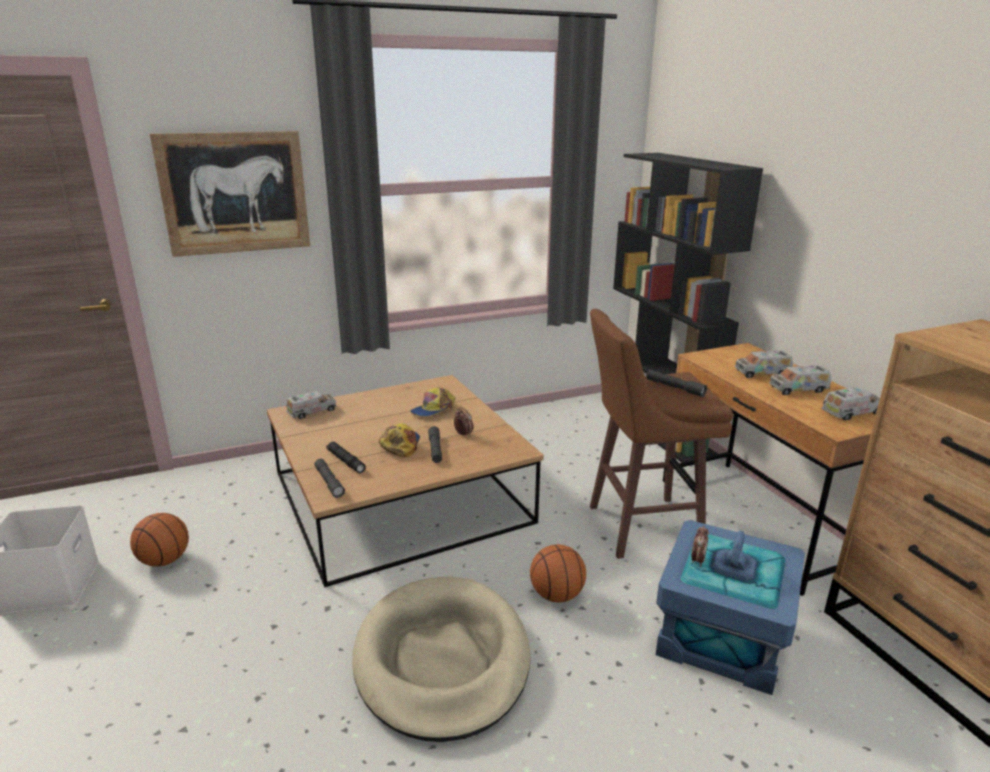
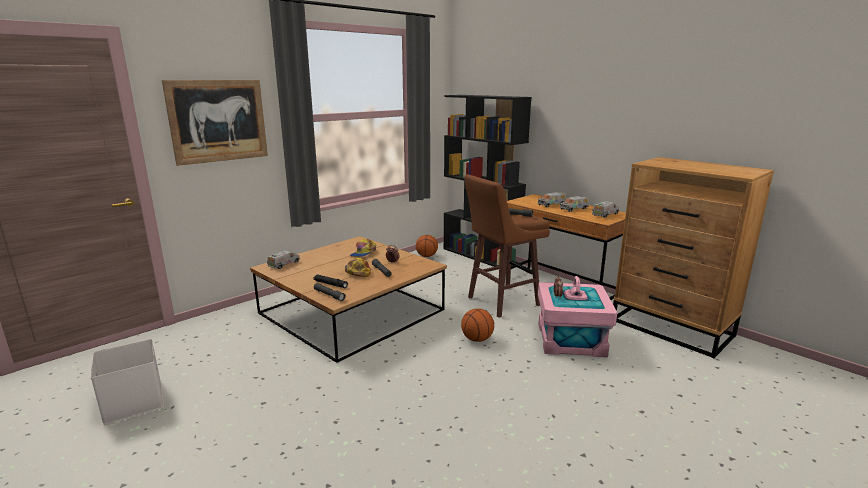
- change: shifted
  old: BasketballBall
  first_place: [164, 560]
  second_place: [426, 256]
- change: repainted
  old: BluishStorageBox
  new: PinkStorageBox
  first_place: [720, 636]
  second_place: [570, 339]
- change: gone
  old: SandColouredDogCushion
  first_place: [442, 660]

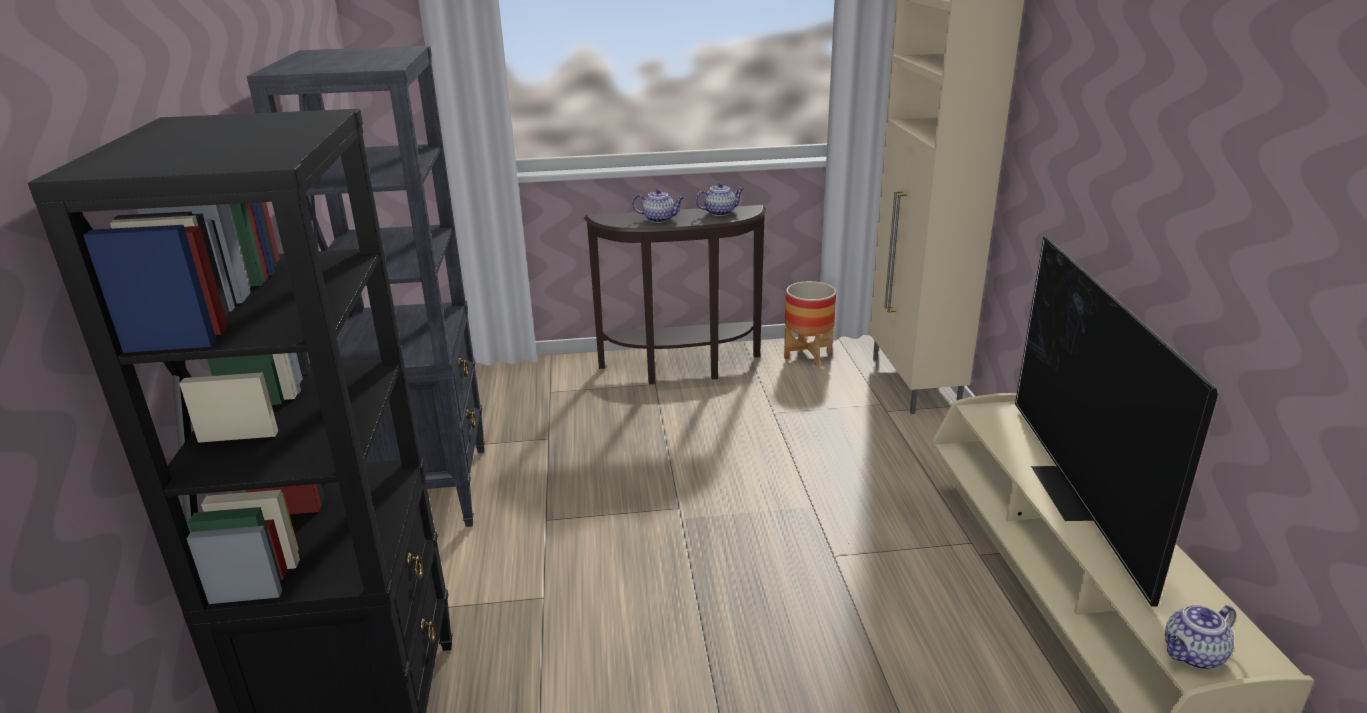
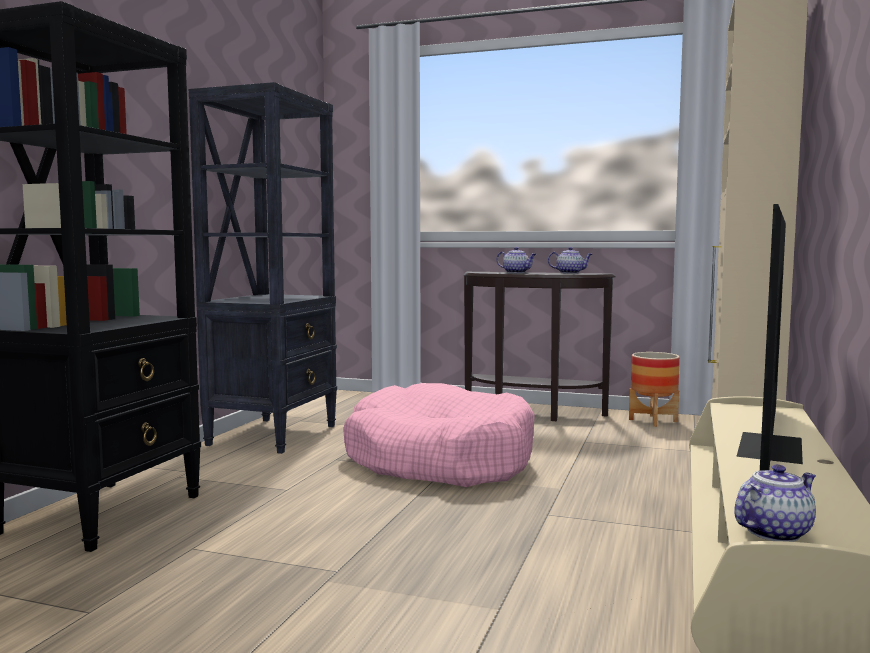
- change: new
  new: PinkDogCushion
  second_place: [439, 460]
- change: rotated
  old: TeaPot
  first_place: [1193, 655]
  second_place: [774, 532]
  degrees: 150

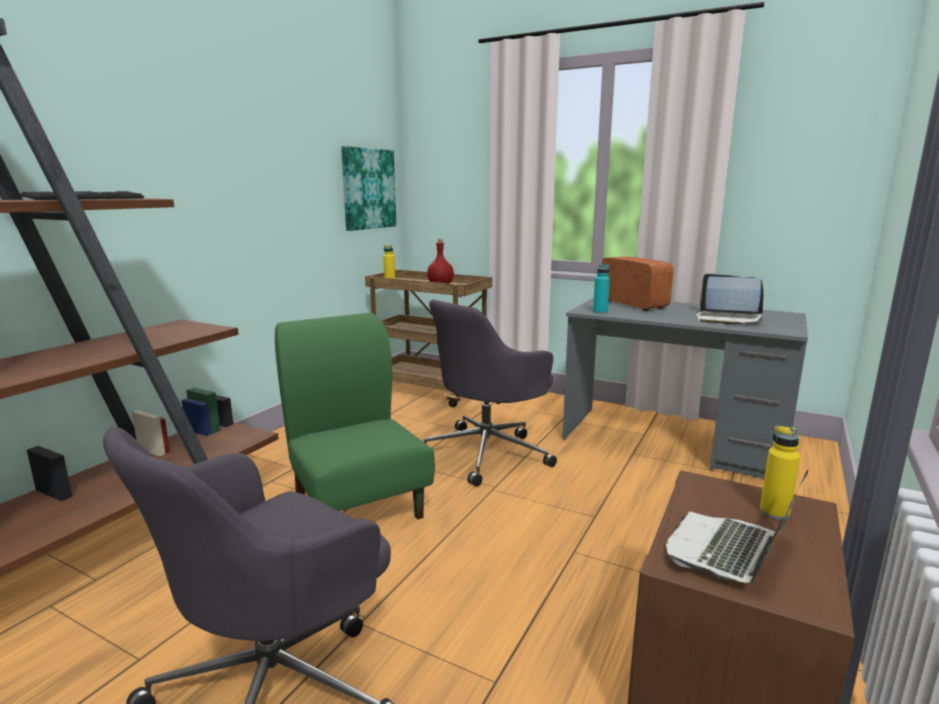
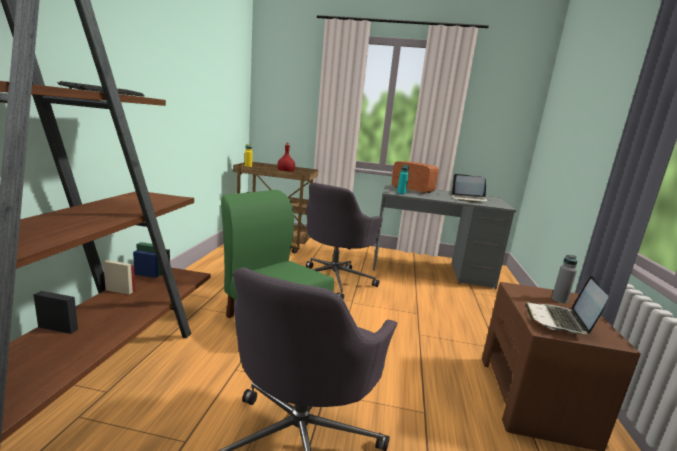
- change: repainted
  old: YellowBottle
  new: GreyBottle
  first_place: [774, 512]
  second_place: [559, 300]
- change: gone
  old: WallPicture
  first_place: [368, 189]

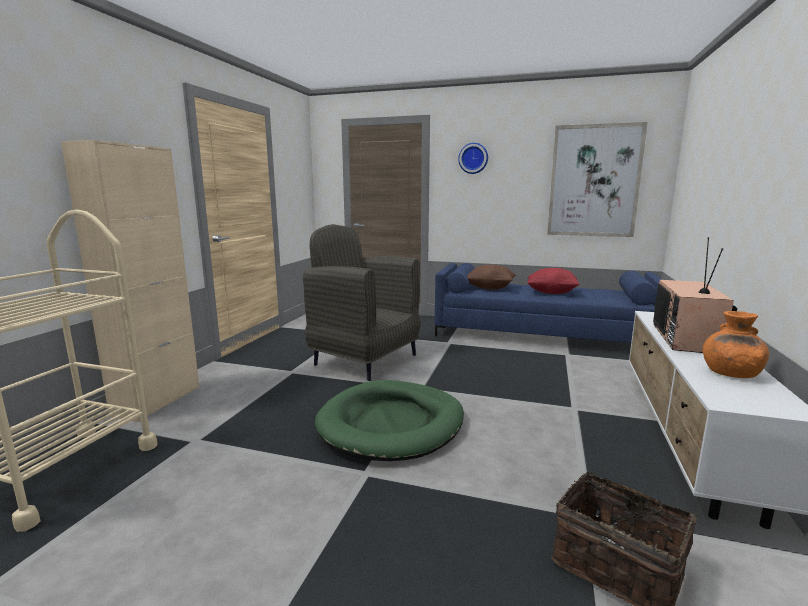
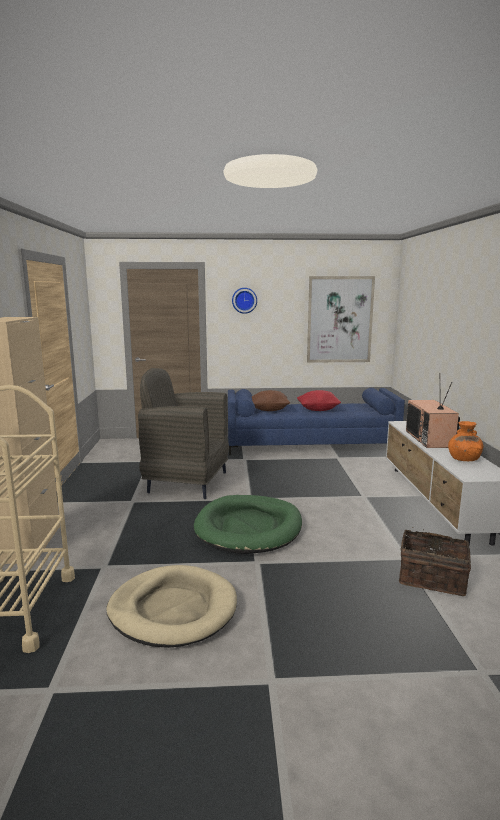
- change: new
  new: SandColouredDogCushion
  second_place: [173, 609]

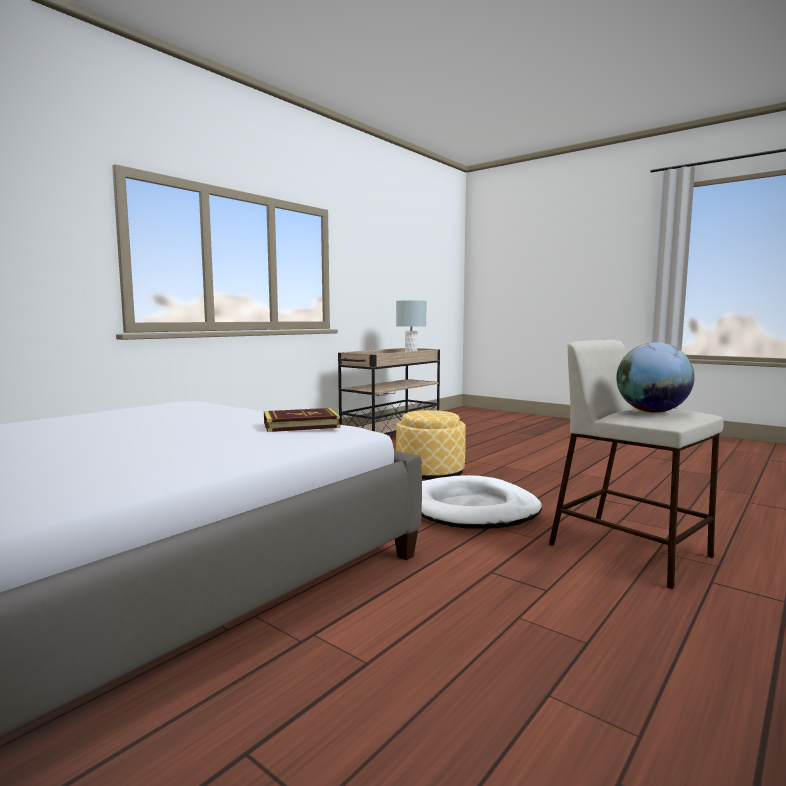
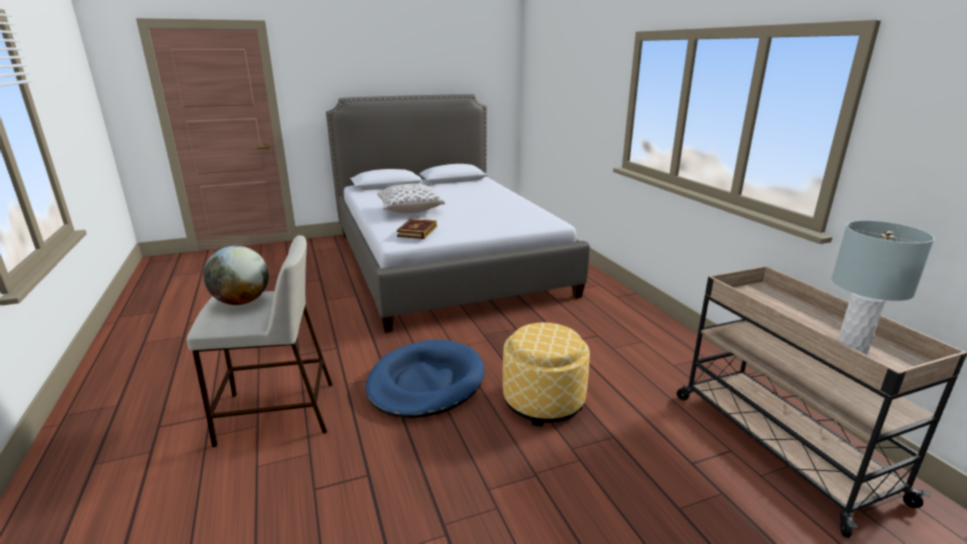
- change: repainted
  old: WhitishDogCushion
  new: BluishDogCushion
  first_place: [472, 509]
  second_place: [426, 382]
- change: new
  new: Pillow
  second_place: [410, 210]

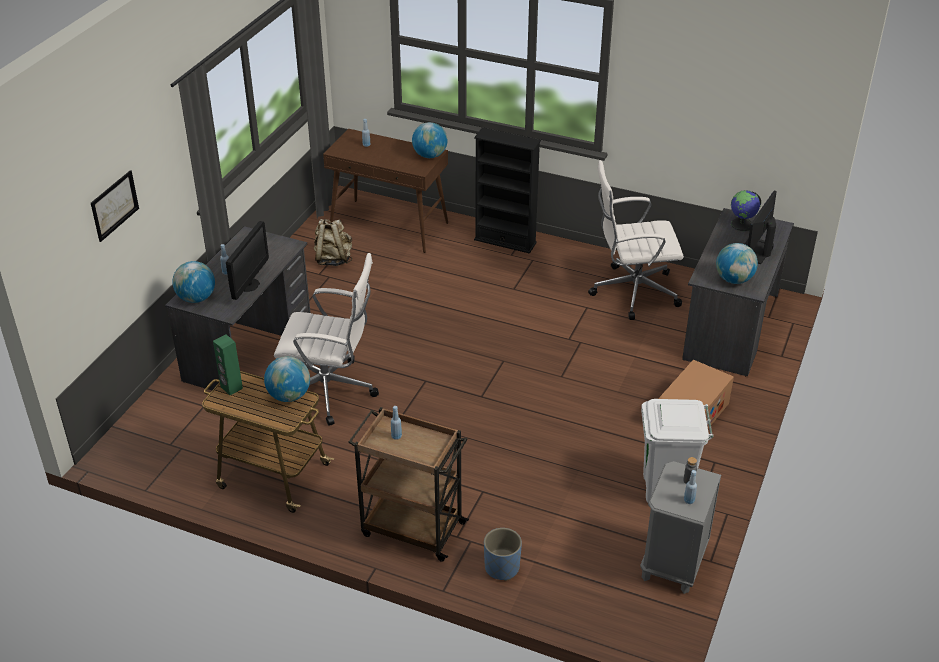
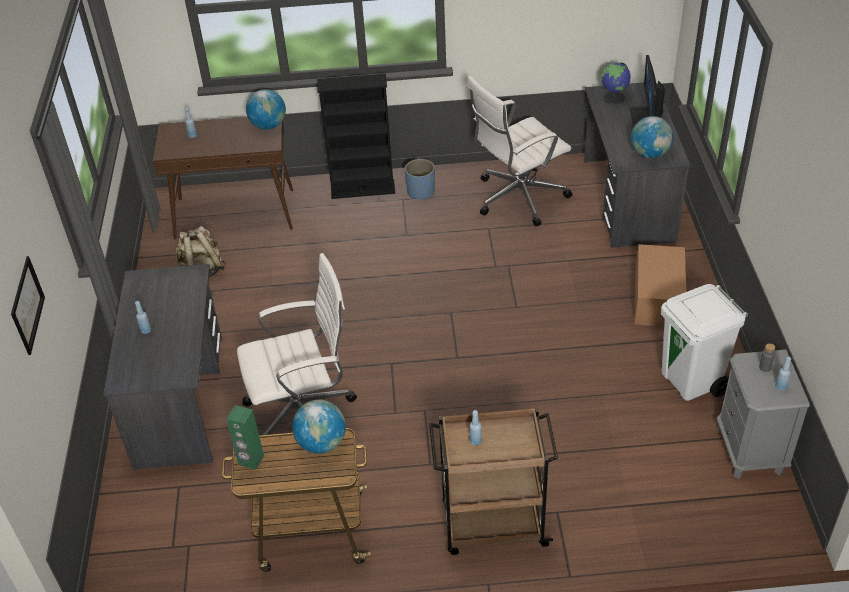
- change: shifted
  old: BluishFlowerPot
  first_place: [502, 567]
  second_place: [421, 192]
- change: gone
  old: WorldGlobe
  first_place: [196, 298]
- change: gone
  old: Monitor
  first_place: [249, 285]

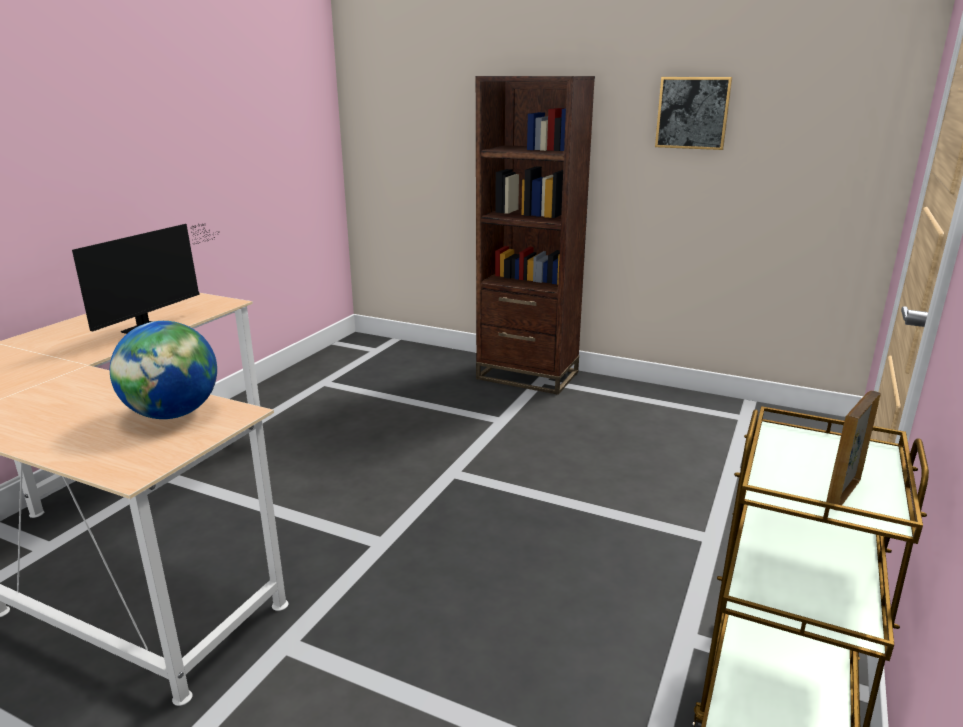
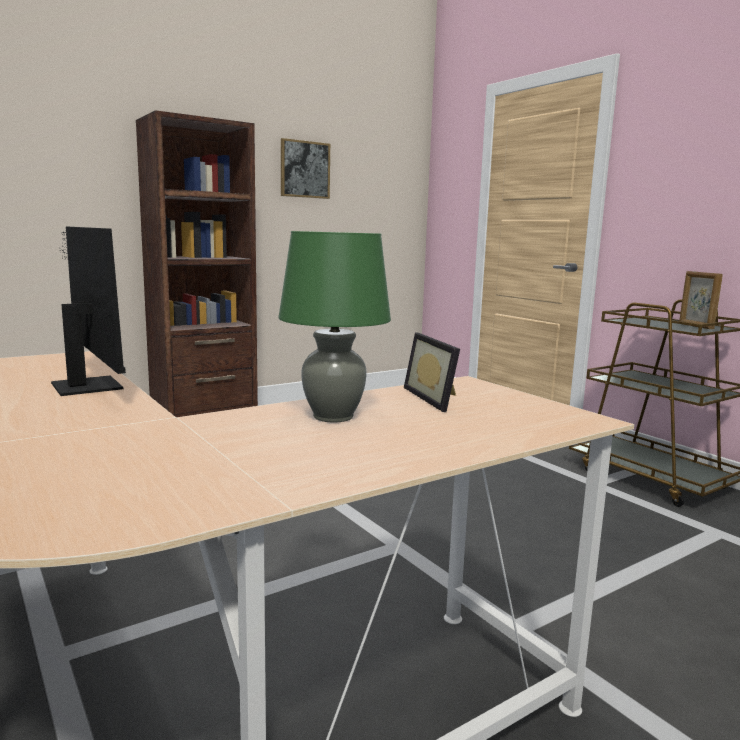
- change: new
  new: GreenishTabletopLamp
  second_place: [334, 416]
- change: swapped
  old: WorldGlobe
  new: PhotoFrame
  first_place: [173, 414]
  second_place: [437, 398]

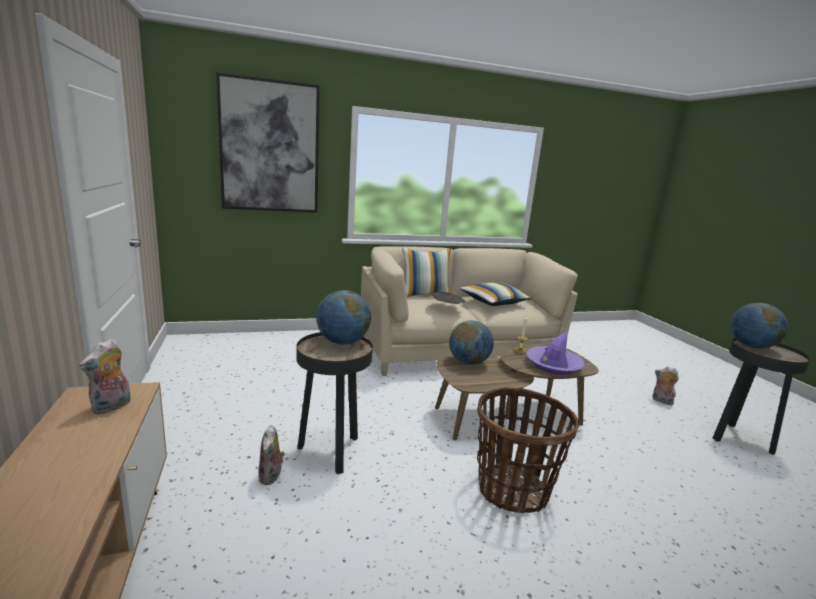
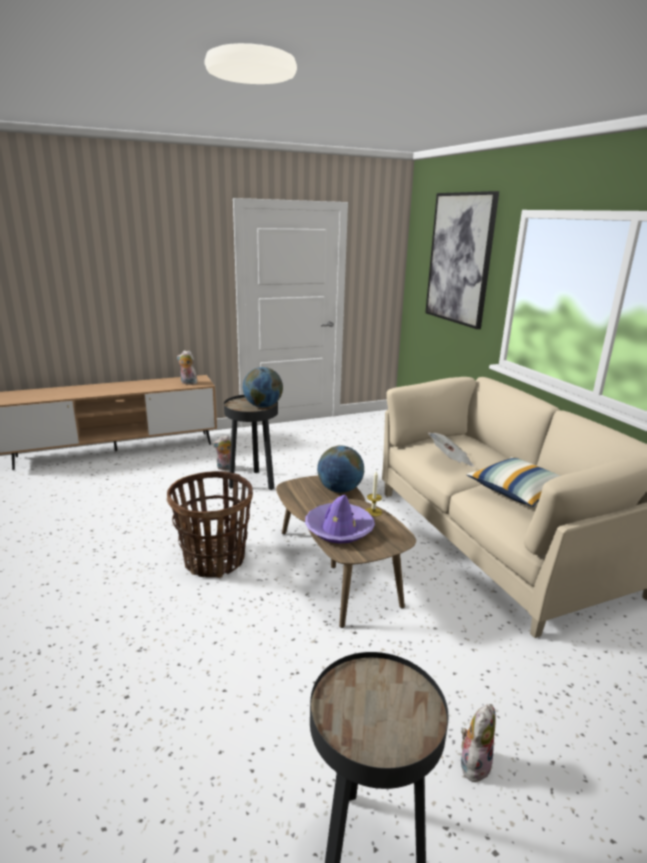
- change: gone
  old: Pillow
  first_place: [425, 295]
- change: gone
  old: WorldGlobe
  first_place: [751, 346]

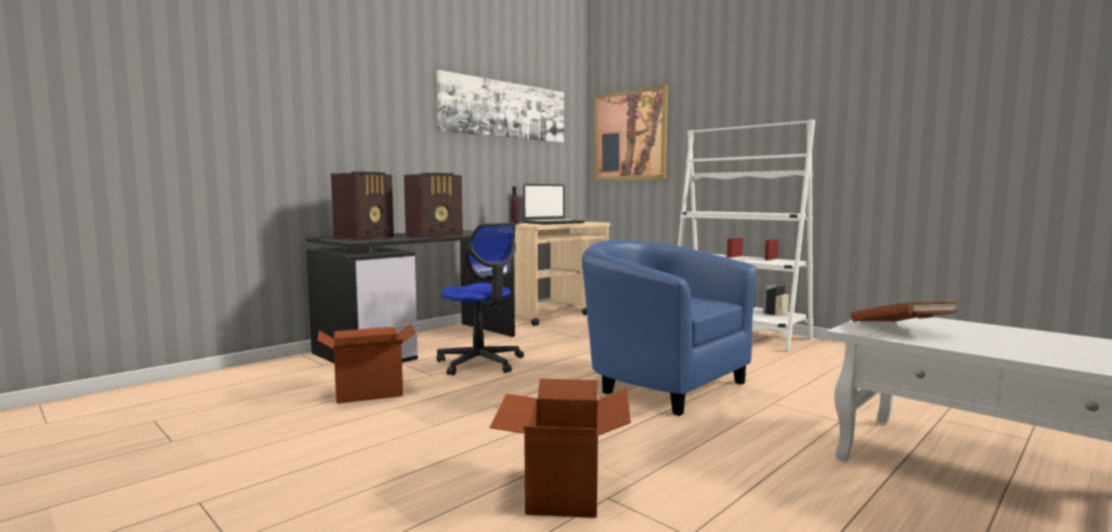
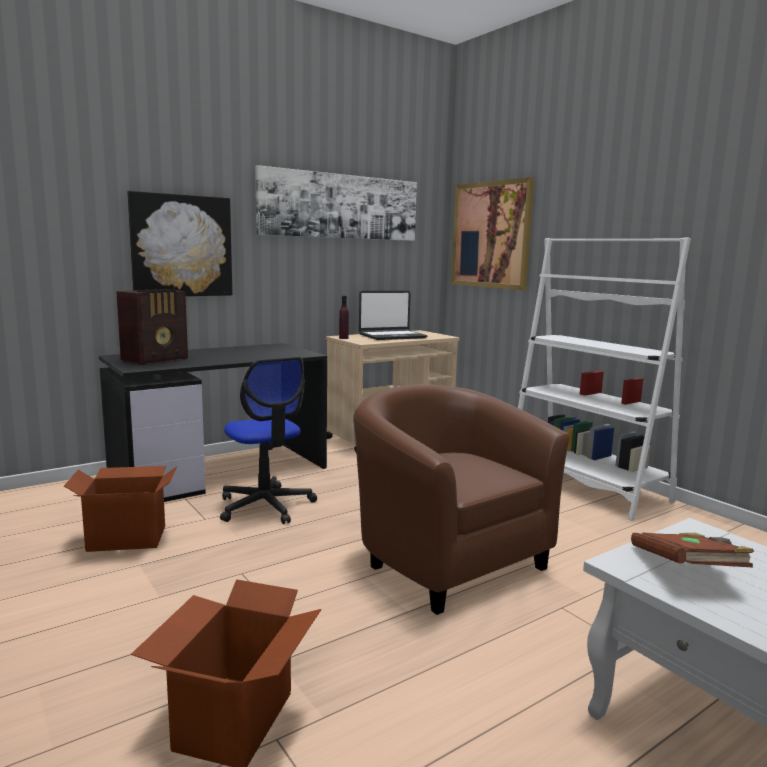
- change: new
  new: WallPicture
  second_place: [181, 246]
- change: repainted
  old: BluishEasyChair
  new: BrownColouredEasyChair
  first_place: [661, 384]
  second_place: [446, 559]
- change: gone
  old: RadioSet
  first_place: [436, 236]

